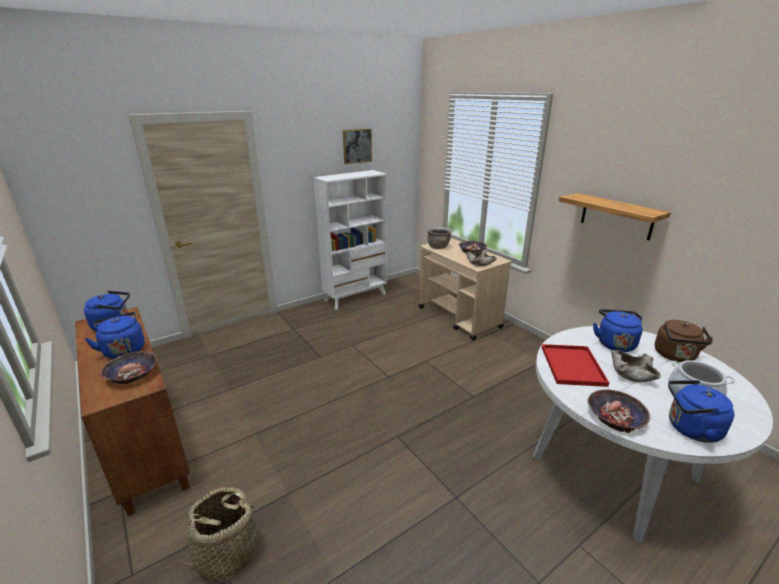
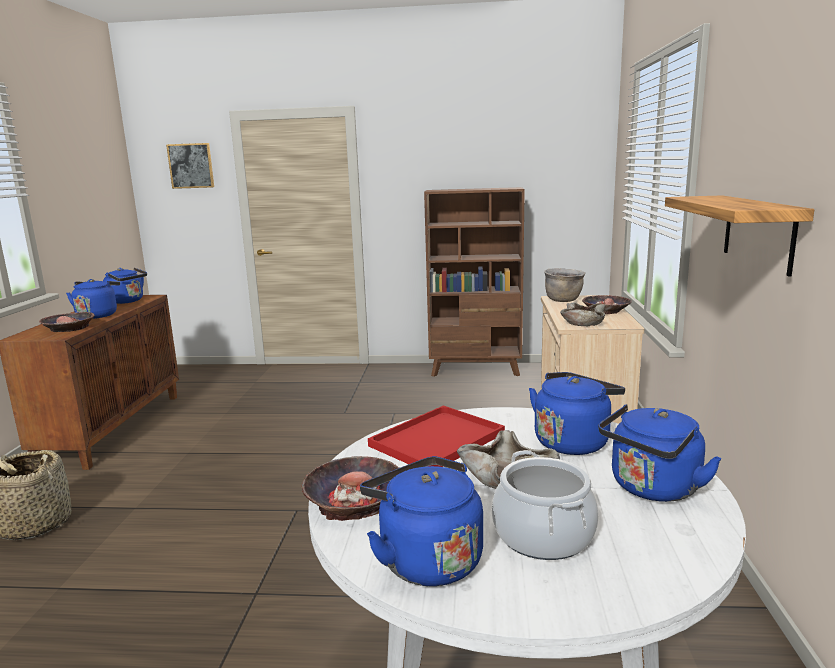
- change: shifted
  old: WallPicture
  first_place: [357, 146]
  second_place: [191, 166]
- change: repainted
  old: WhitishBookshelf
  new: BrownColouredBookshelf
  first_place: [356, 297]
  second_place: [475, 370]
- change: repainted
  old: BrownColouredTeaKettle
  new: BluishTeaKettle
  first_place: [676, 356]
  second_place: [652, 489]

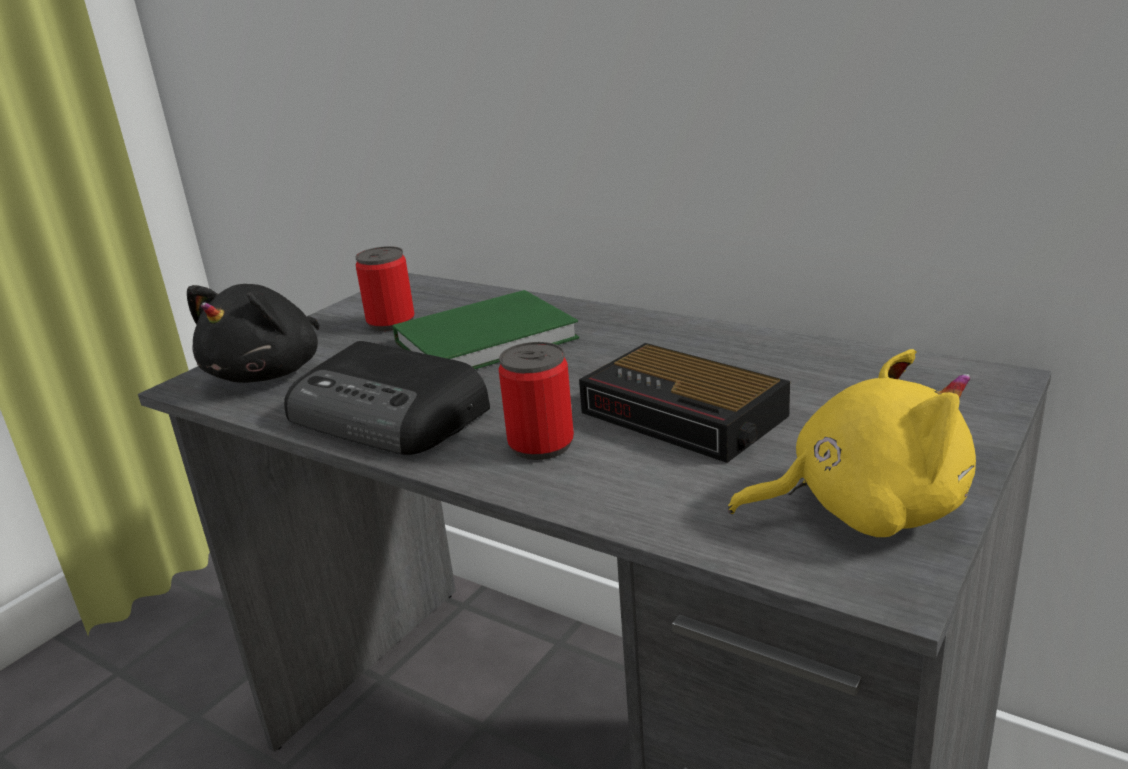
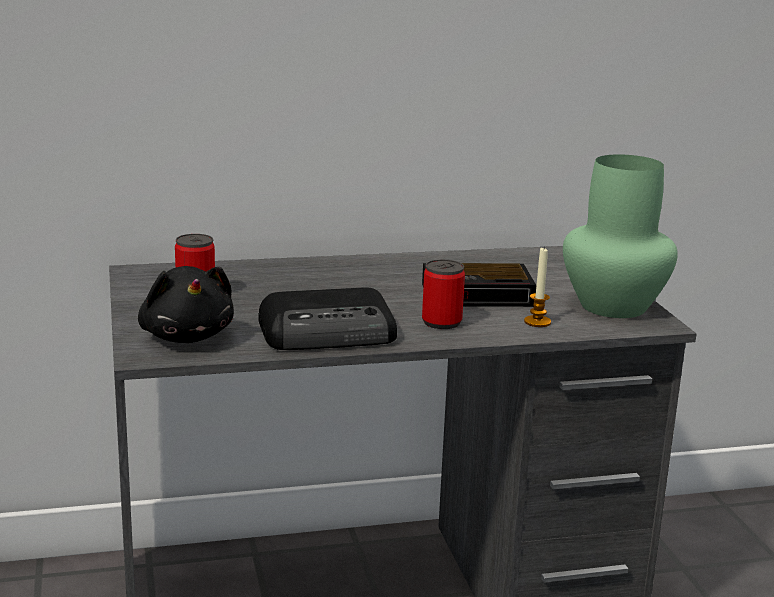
- change: new
  new: WaxLight
  second_place: [537, 322]
- change: swapped
  old: YellowPlushToy
  new: GreenishFlowerVase
  first_place: [863, 509]
  second_place: [611, 306]
- change: gone
  old: GreenishBook
  first_place: [491, 340]

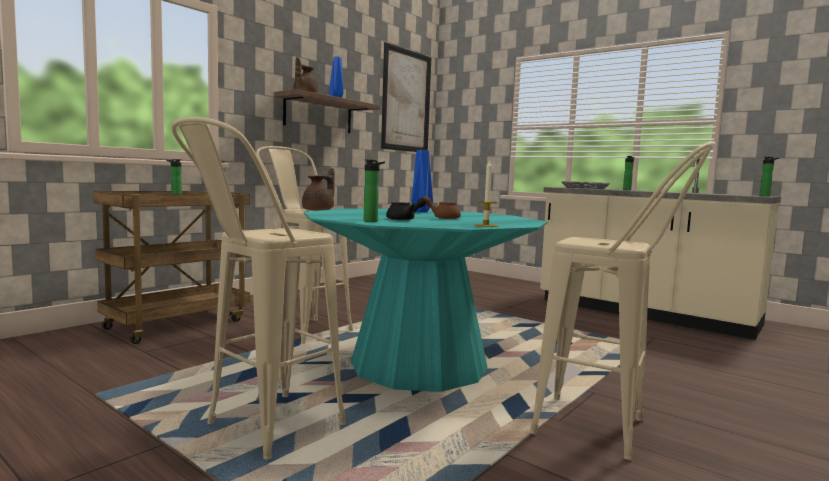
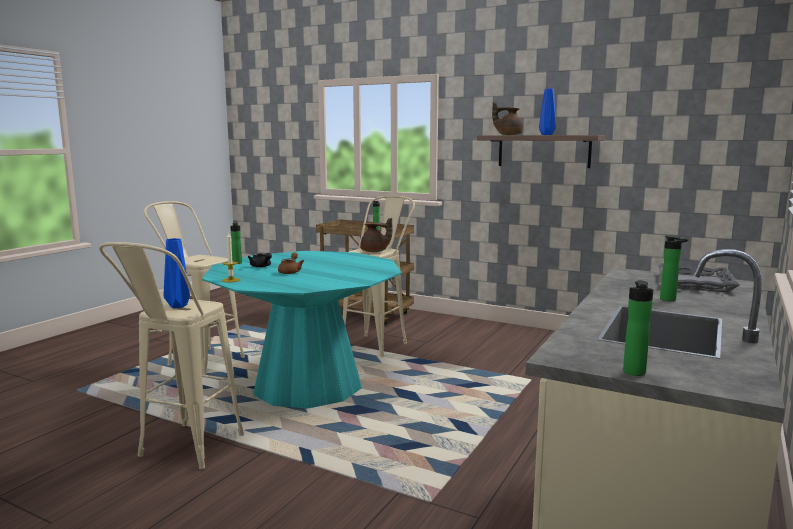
- change: shifted
  old: BluishFlowerVase
  first_place: [419, 212]
  second_place: [179, 305]
- change: gone
  old: WallPicture
  first_place: [406, 101]

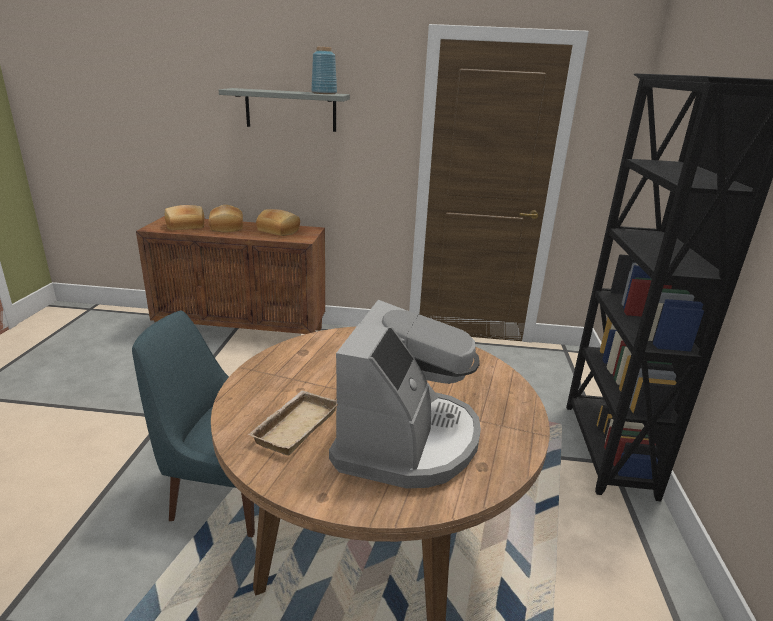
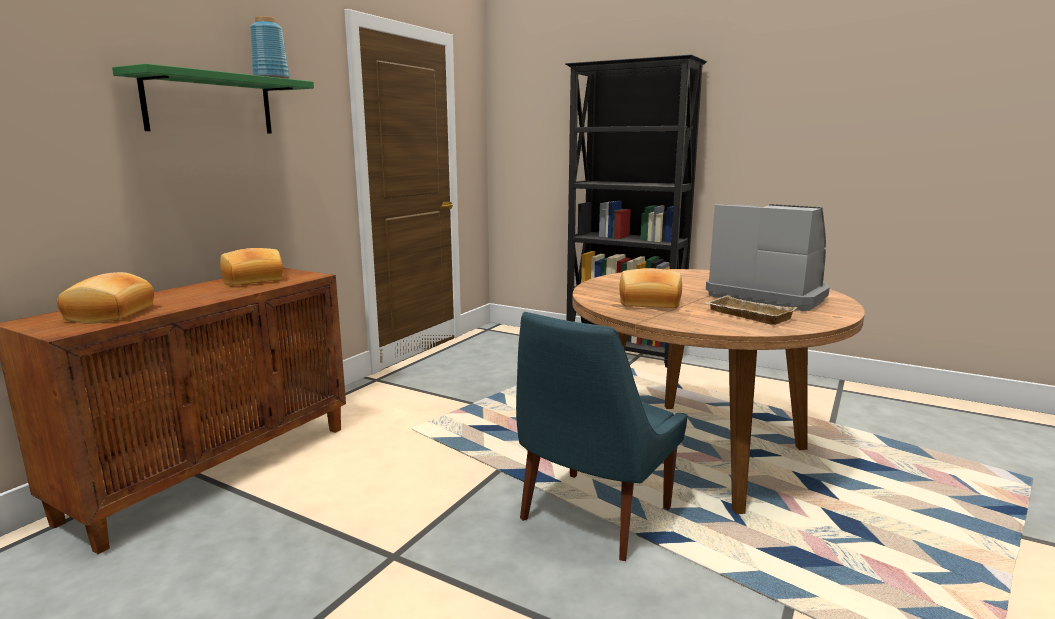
- change: repainted
  old: GreyBracketShelf
  new: GreenishBracketShelf
  first_place: [290, 110]
  second_place: [210, 104]
- change: shifted
  old: Bread
  first_place: [225, 227]
  second_place: [649, 304]

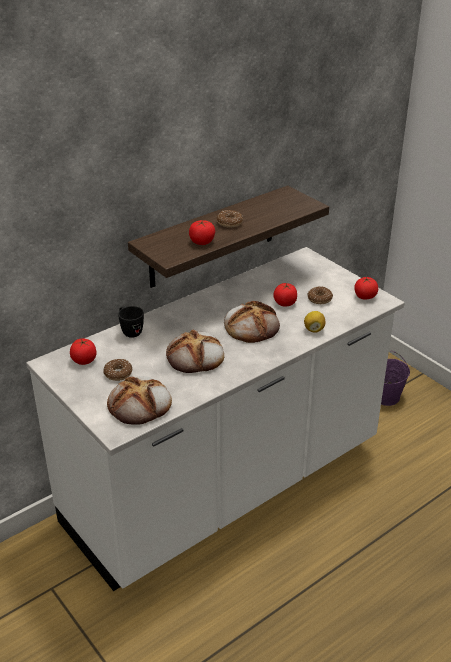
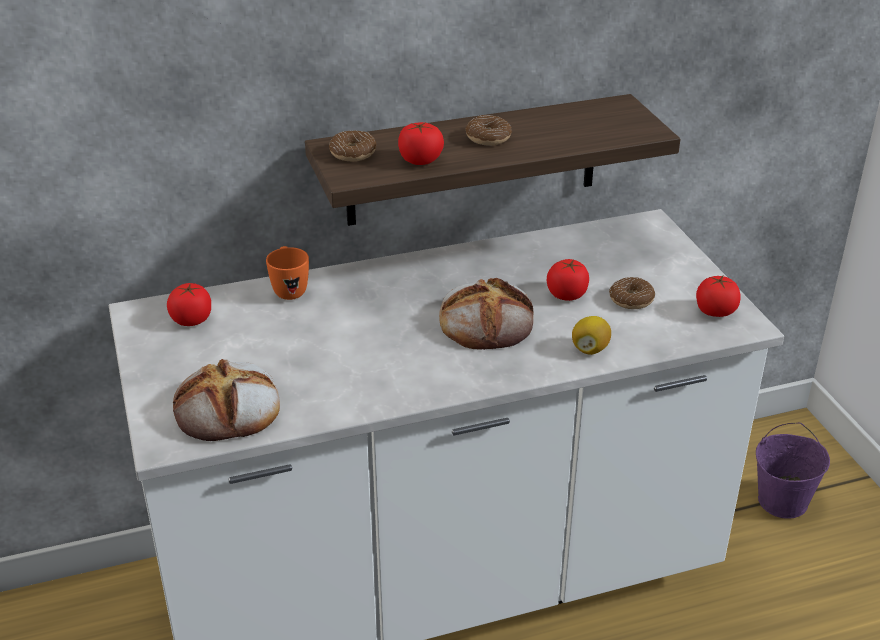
- change: repainted
  old: BlackTeaMug
  new: OrangeColouredTeaMug
  first_place: [130, 331]
  second_place: [289, 289]
- change: shifted
  old: Doughnut
  first_place: [118, 373]
  second_place: [353, 153]
- change: gone
  old: Bread
  first_place: [196, 357]

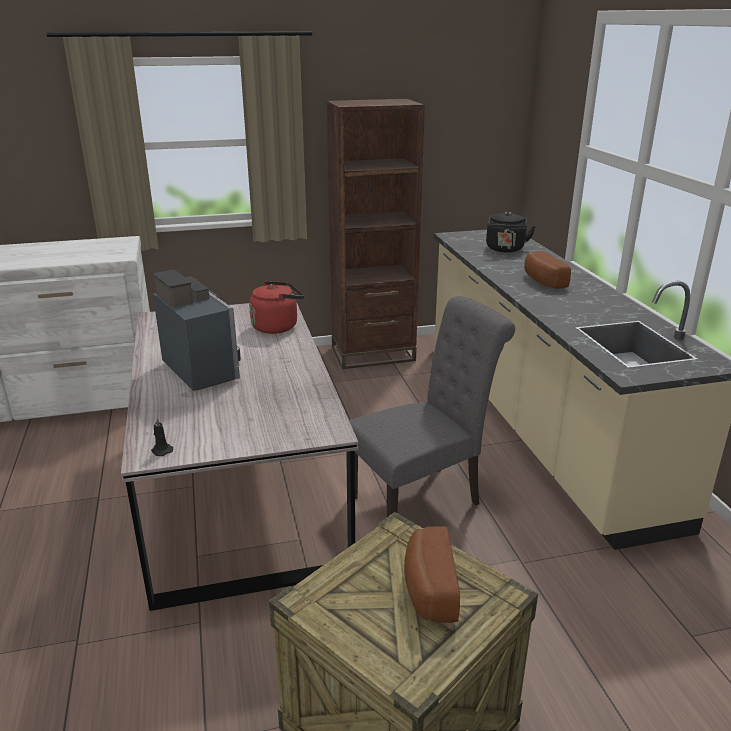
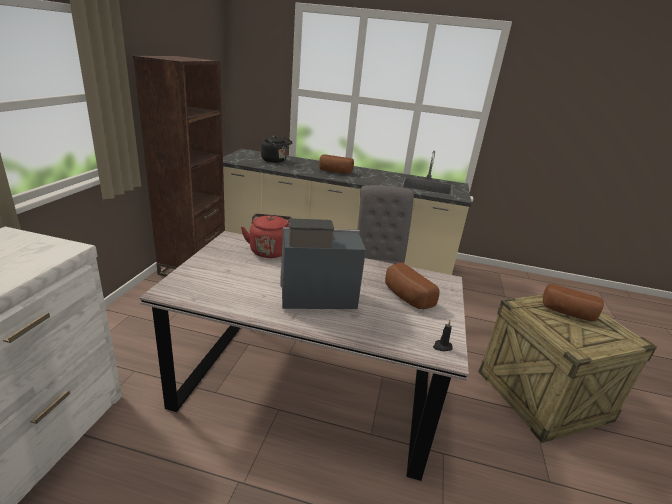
- change: new
  new: Bread
  second_place: [405, 297]

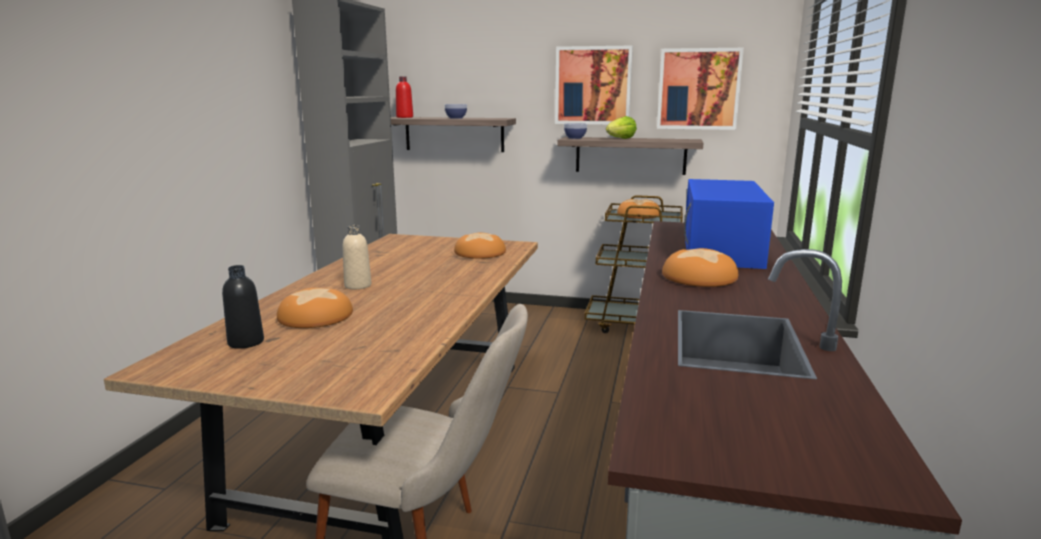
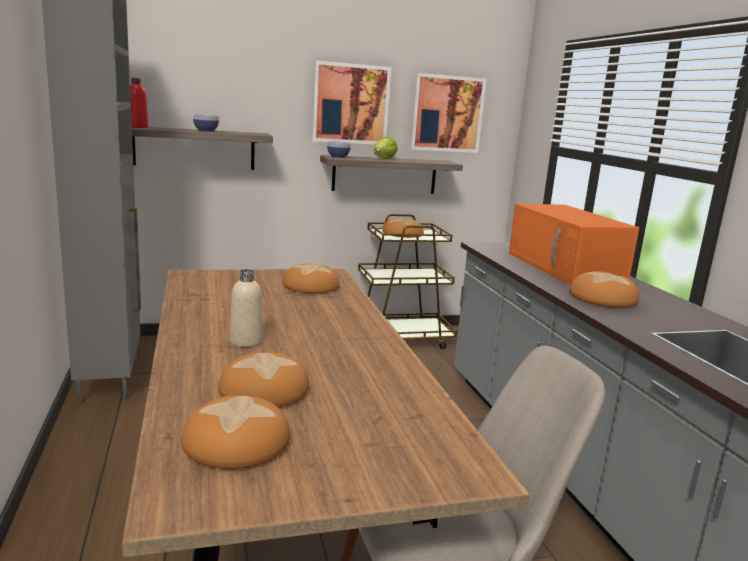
- change: swapped
  old: BlackBottle
  new: Bread
  first_place: [246, 342]
  second_place: [237, 440]
- change: repainted
  old: BluishMicrowaveOven
  new: OrangeColouredMicrowaveOven
  first_place: [721, 249]
  second_place: [565, 268]

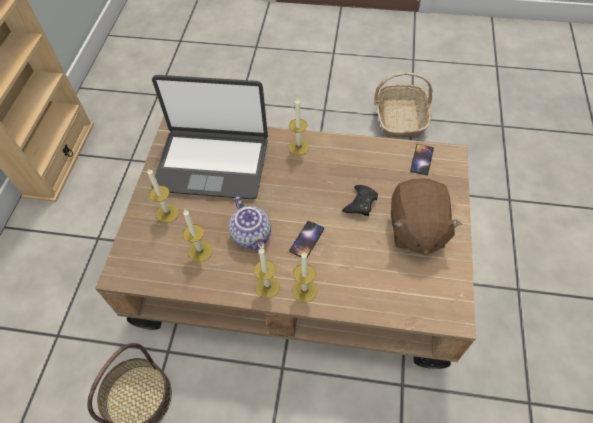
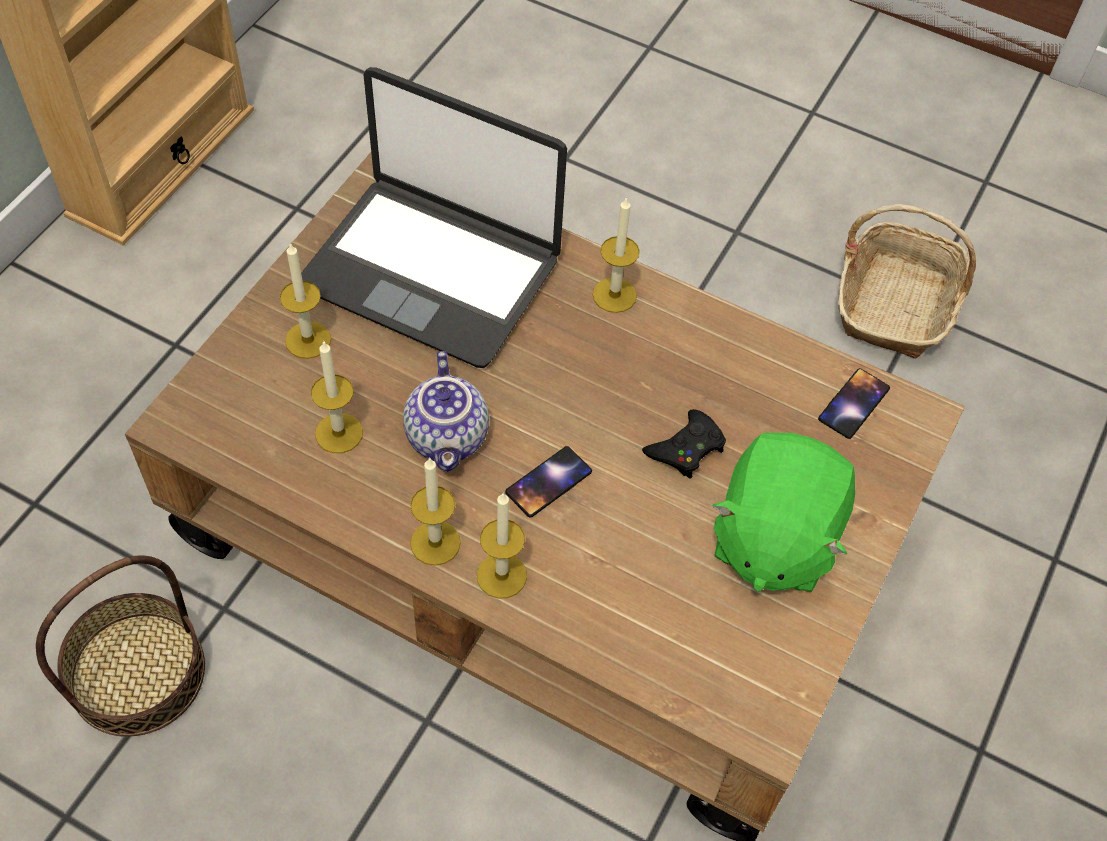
- change: repainted
  old: BrownColouredPlushToy
  new: GreenishPlushToy
  first_place: [416, 229]
  second_place: [773, 538]

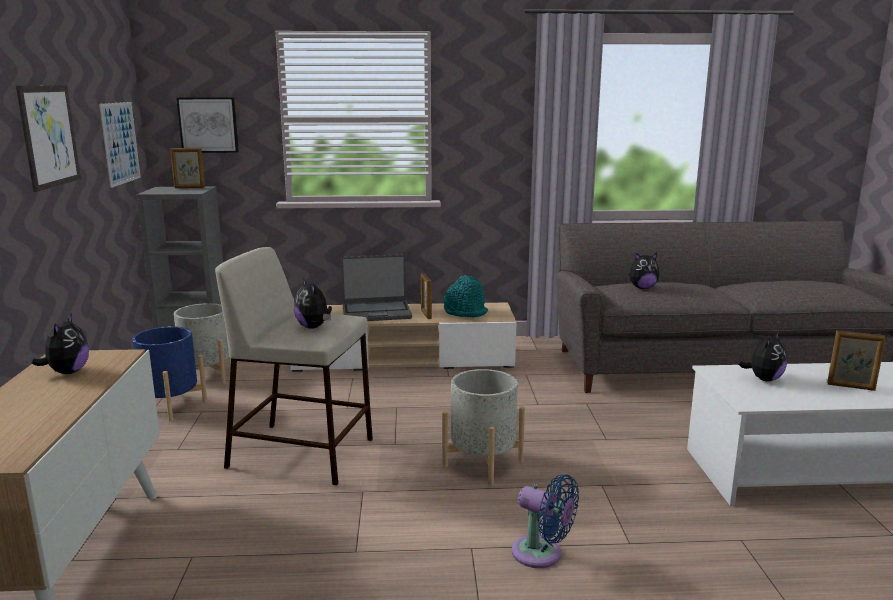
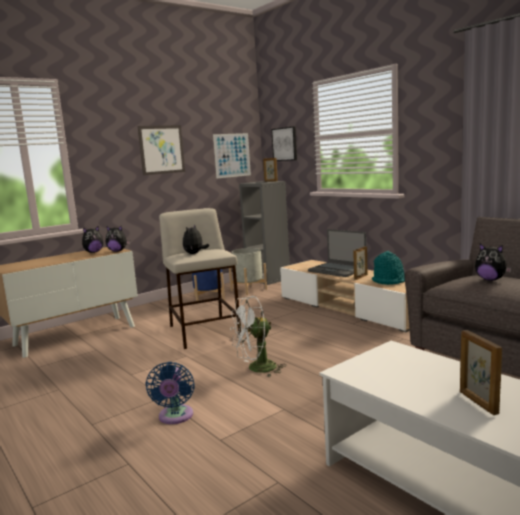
- change: shifted
  old: PlushToy
  first_place: [763, 379]
  second_place: [118, 251]
- change: swapped
  old: GreyFlowerPot
  new: WhitishFan
  first_place: [483, 463]
  second_place: [256, 369]

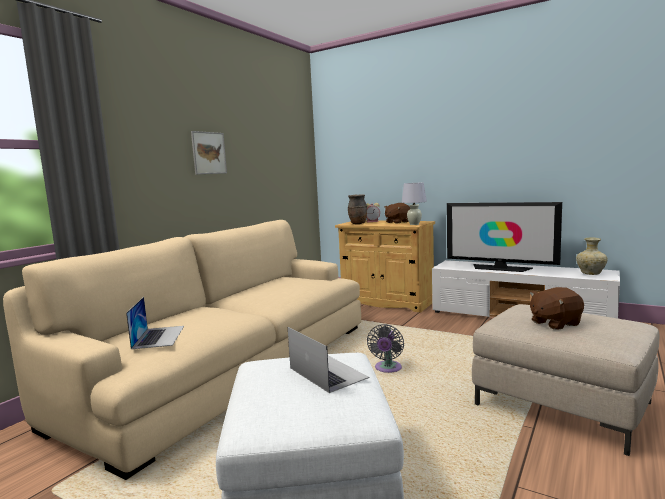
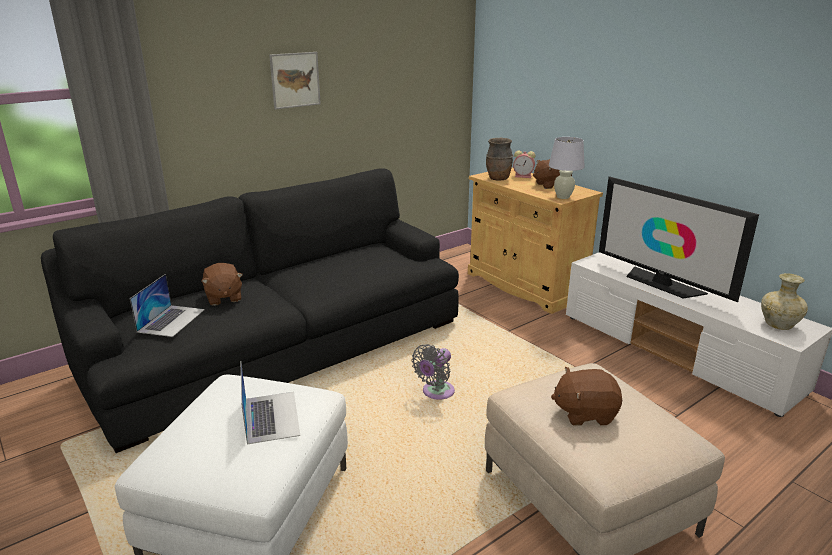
- change: repainted
  old: SandColouredSofa
  new: BlackSofa
  first_place: [231, 369]
  second_place: [280, 348]
- change: new
  new: BrownColouredPlushToy
  second_place: [223, 298]

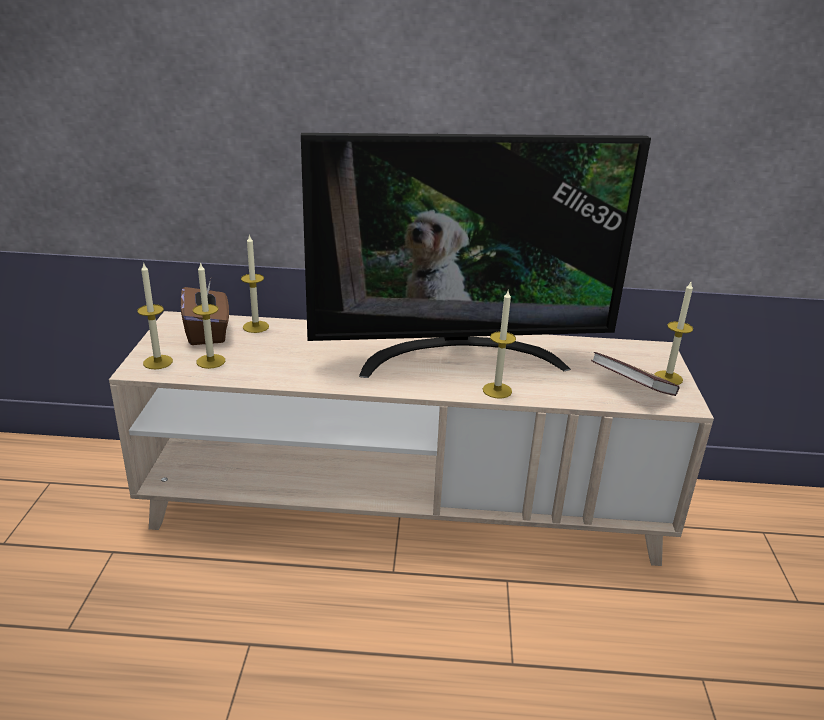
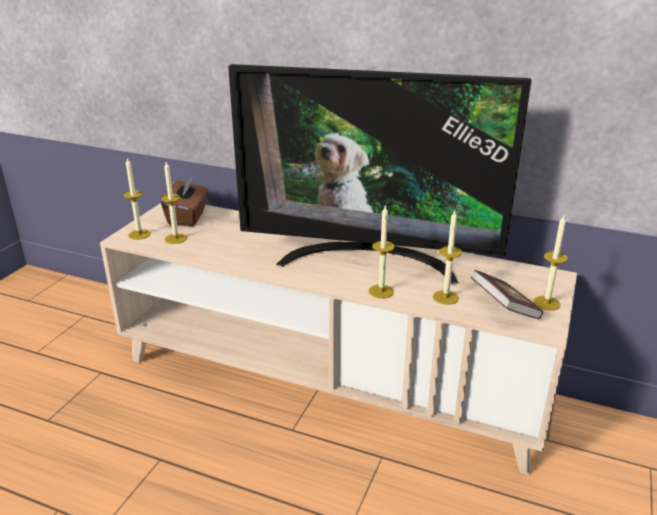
- change: shifted
  old: WaxLight
  first_place: [255, 327]
  second_place: [445, 297]

